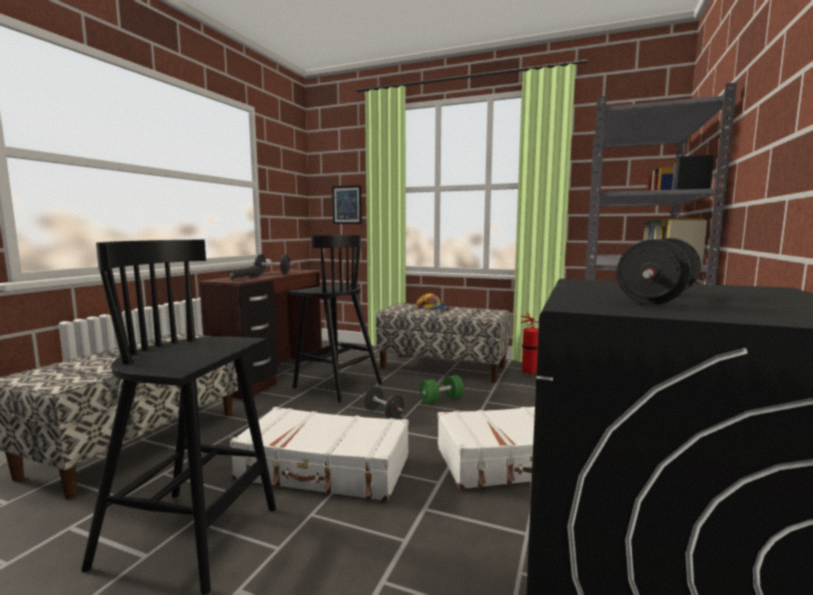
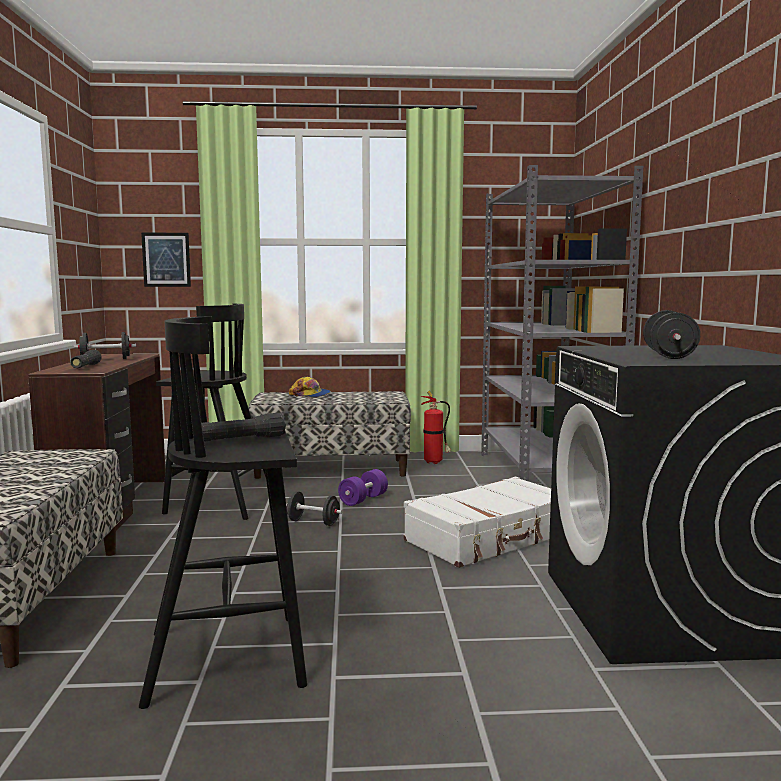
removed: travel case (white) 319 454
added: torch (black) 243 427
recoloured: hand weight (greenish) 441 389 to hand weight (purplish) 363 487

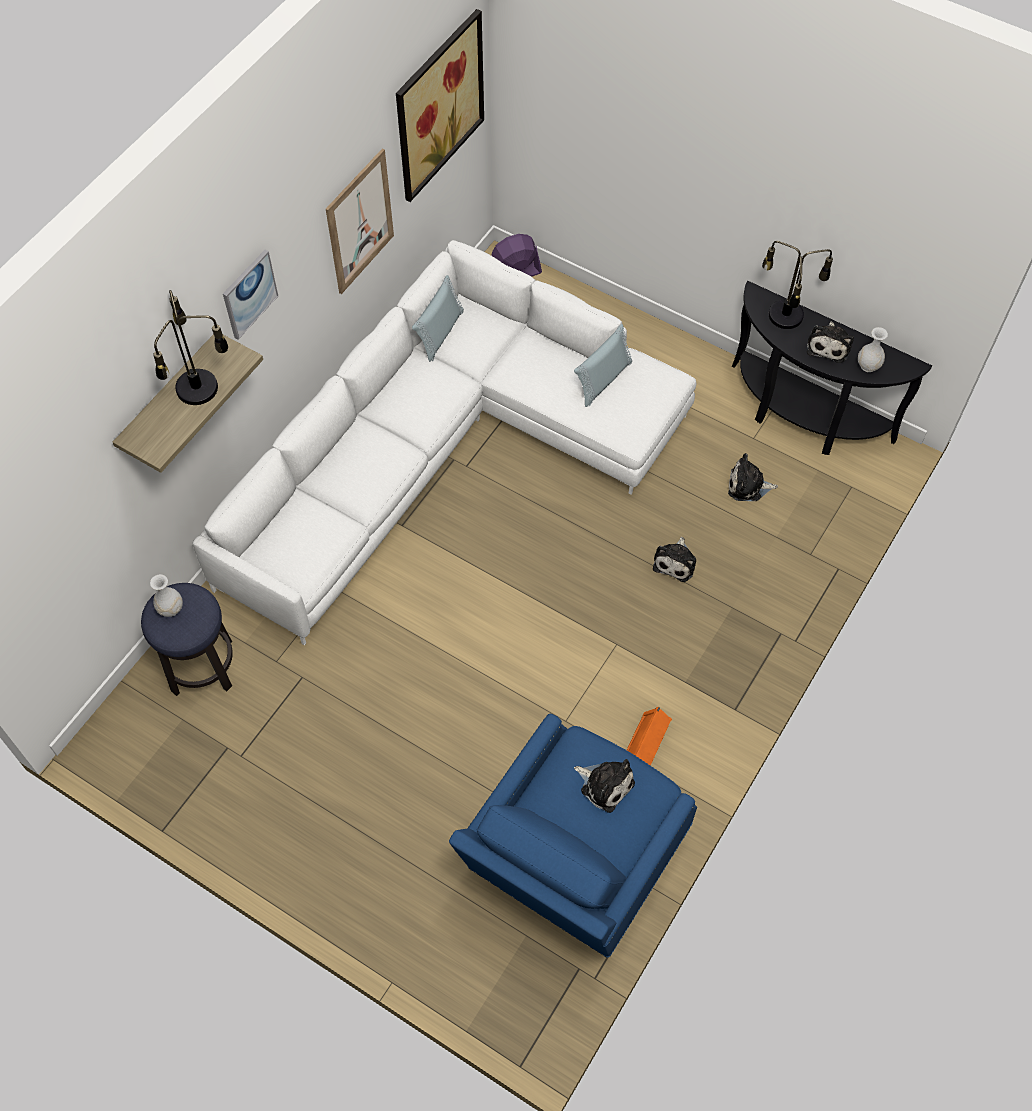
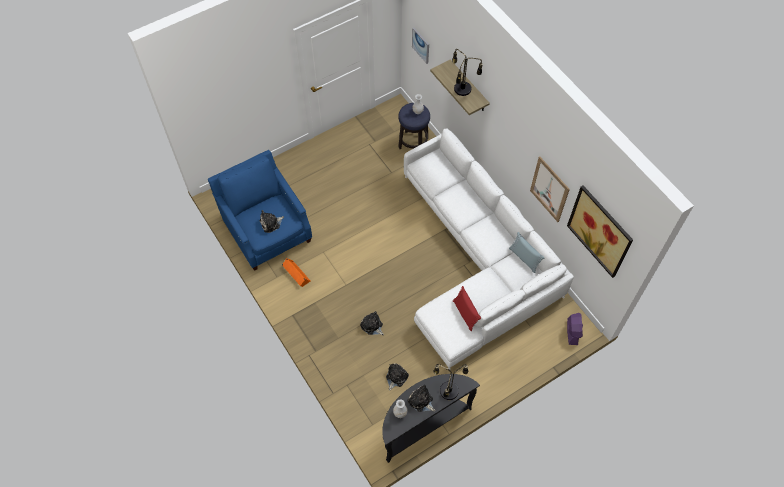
moved: wall picture 250 295 to 420 45
recoloured: cushion (blue) 603 365 to cushion (reddish) 467 308

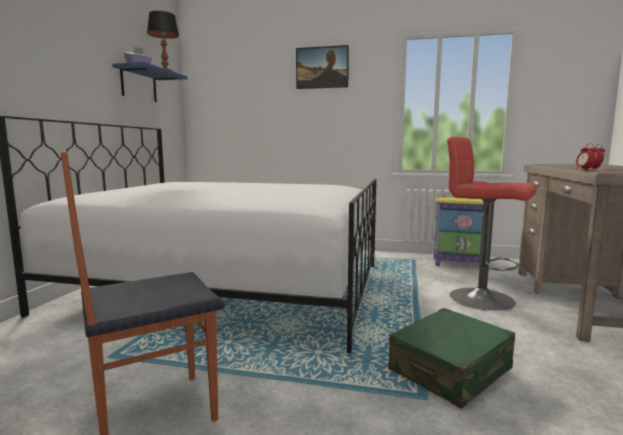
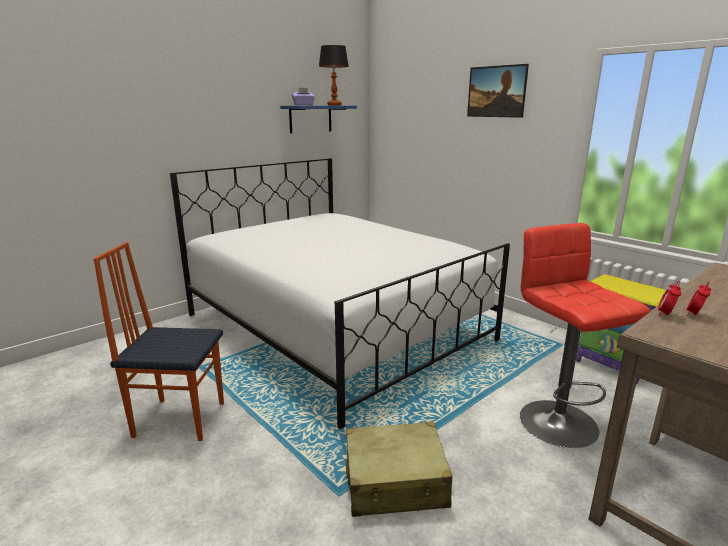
recoloured: travel case (greenish) 451 358 to travel case (sand-coloured) 399 469

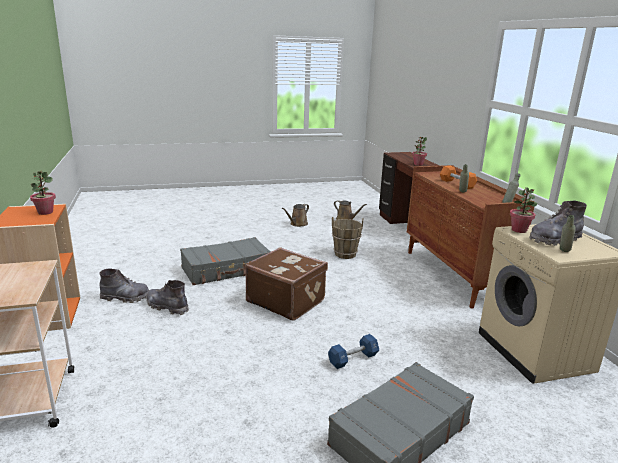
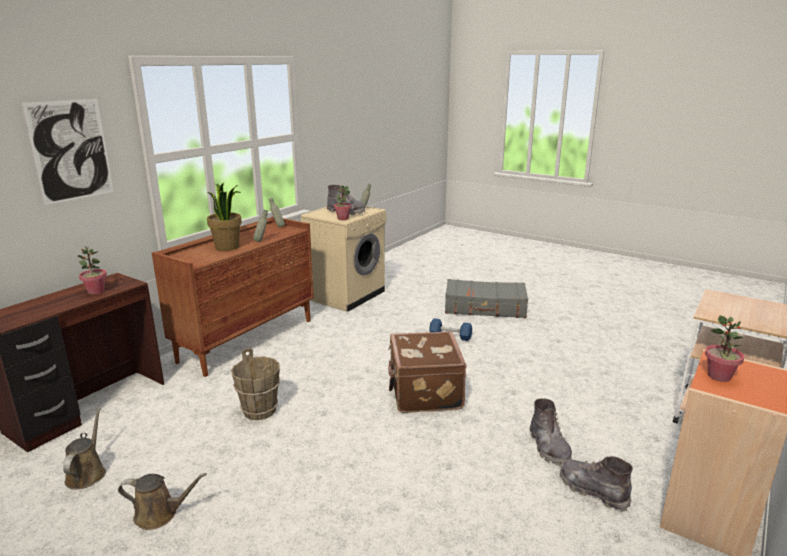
removed: travel case (gray) 225 261
added: wall picture 68 152
replaced: hand weight (orangey) 458 177 to potted plant 224 217

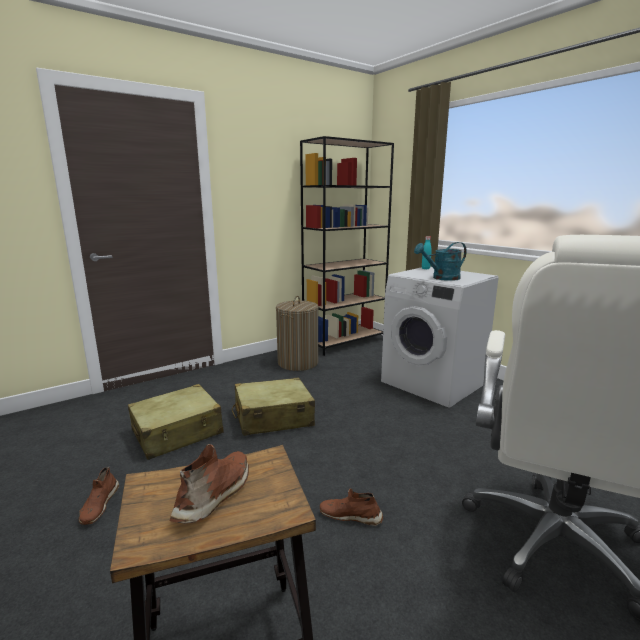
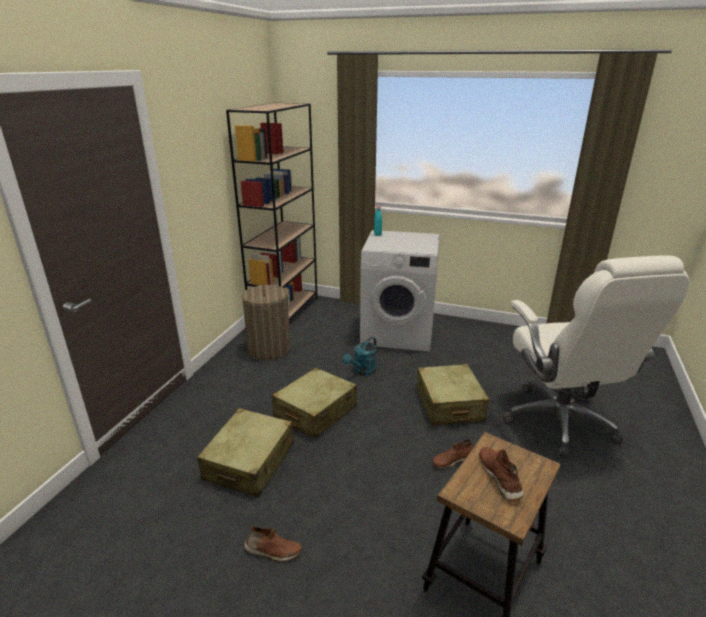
added: travel case (sand-coloured) 453 394
moved: sprinkling can (turquoise) 440 261 to 359 356
turned: item of footwear (brown-coloured) 99 496 = 273 544 45 degrees counterclockwise

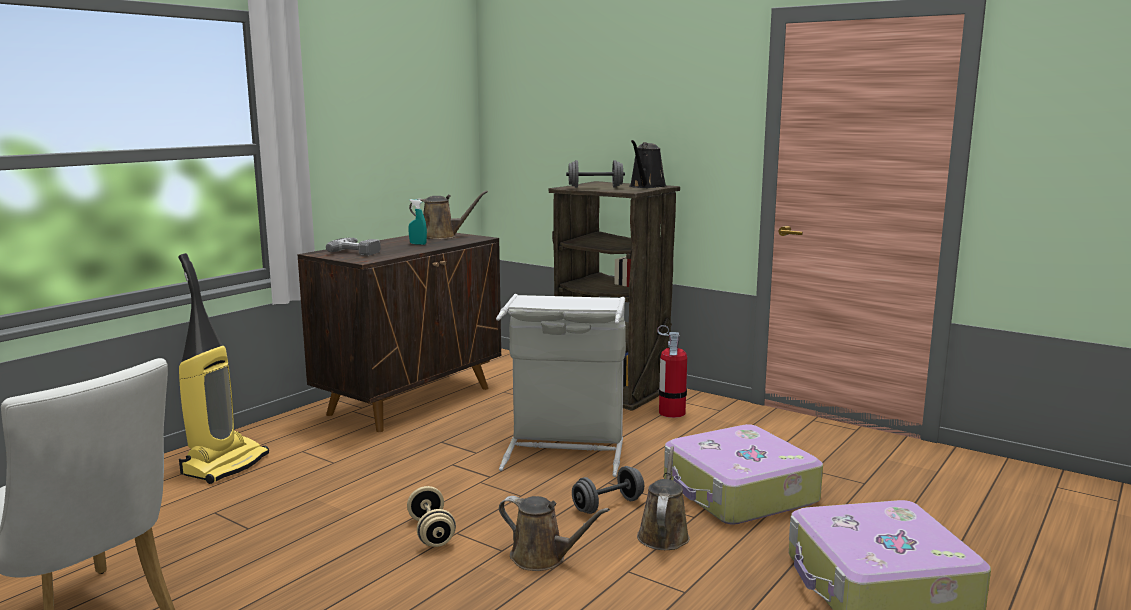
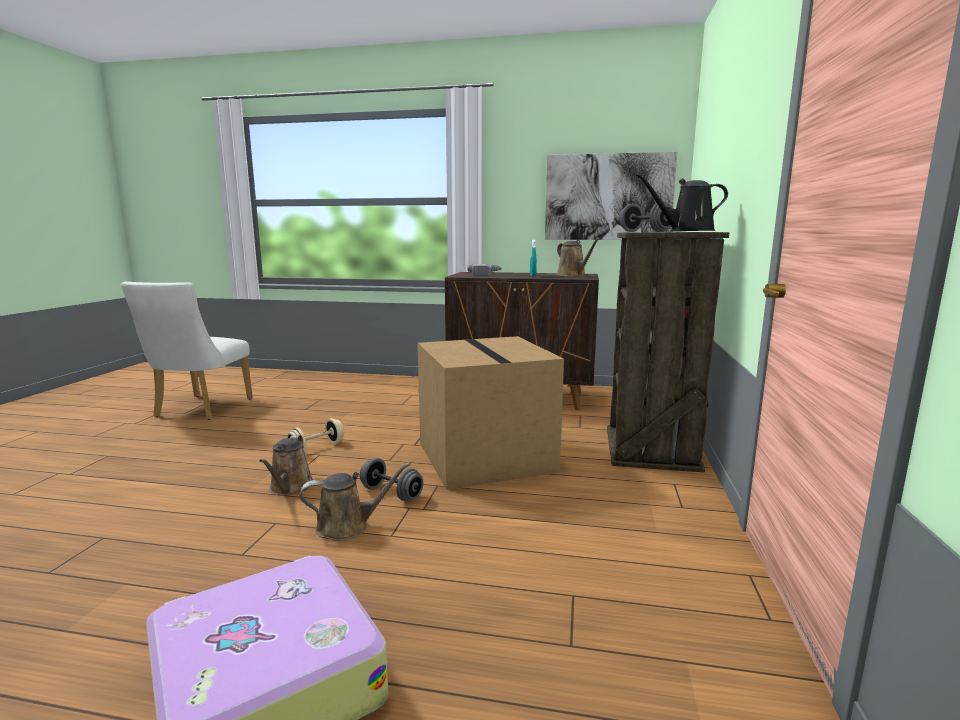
removed: hoover 223 368; fire-fighting cylinder 672 371; travel case 743 474
added: wall picture 611 196
replaced: washing basket (gray) 561 385 to carton 491 413

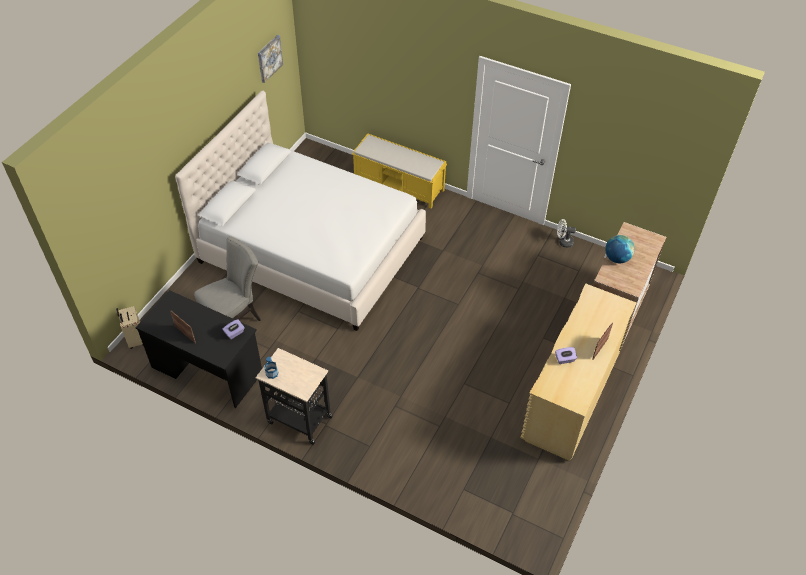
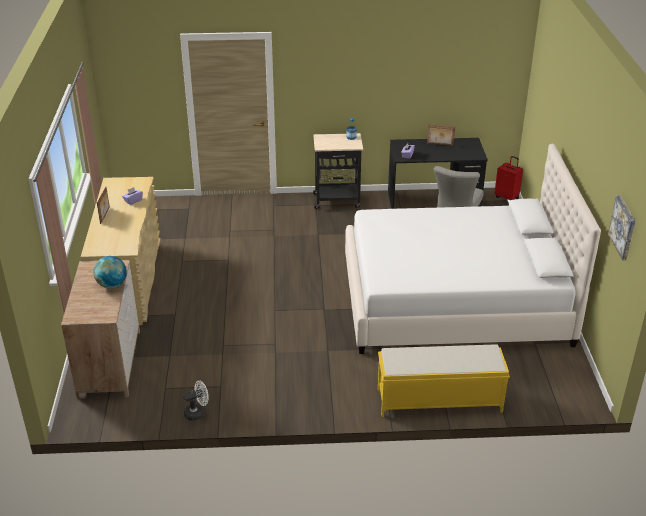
recoloured: travel case (sand-coloured) 129 327 to travel case (reddish) 509 178

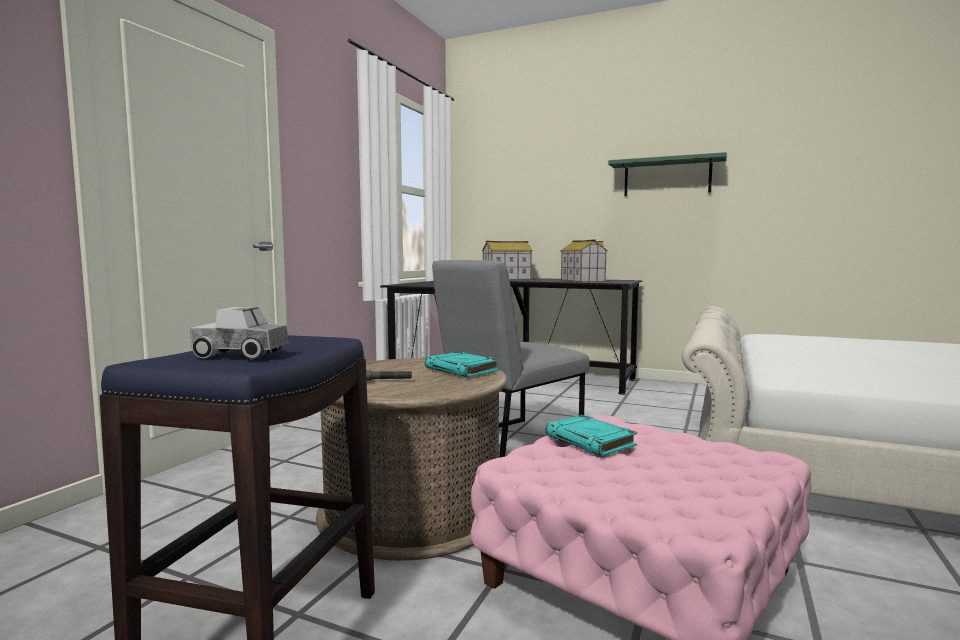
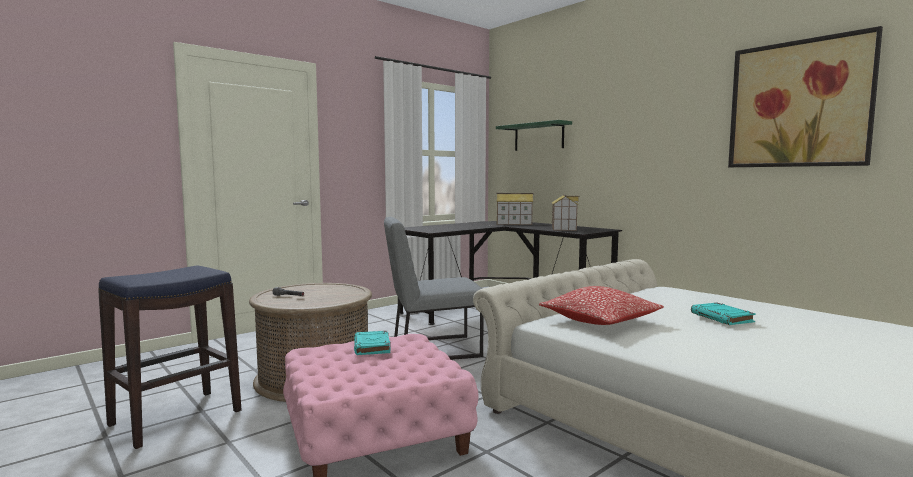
removed: toy truck 239 333
added: cushion 601 305; wall picture 805 96
moved: volume (turquoise) 462 364 to 723 314; shelf (greenish) 667 174 to 534 135

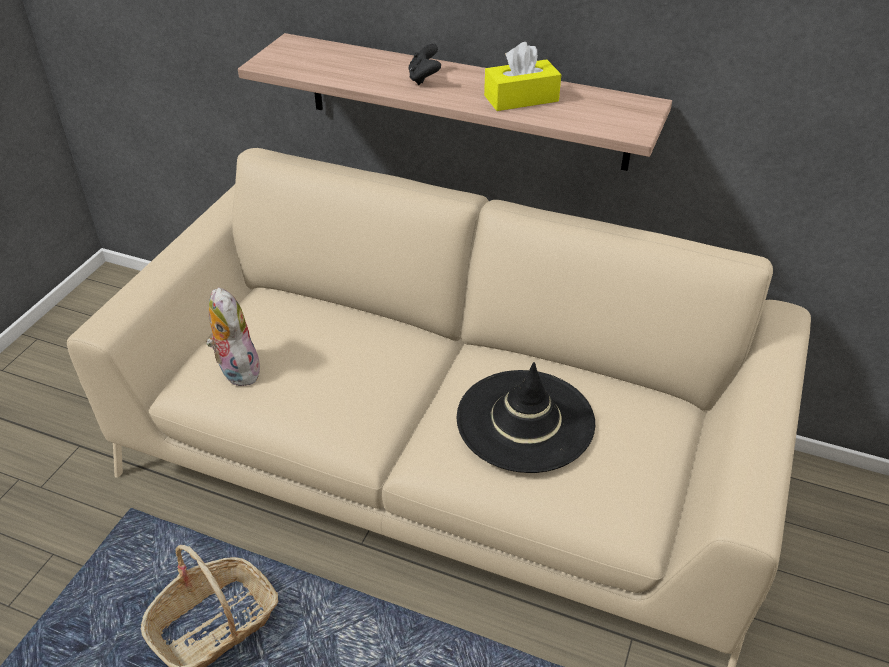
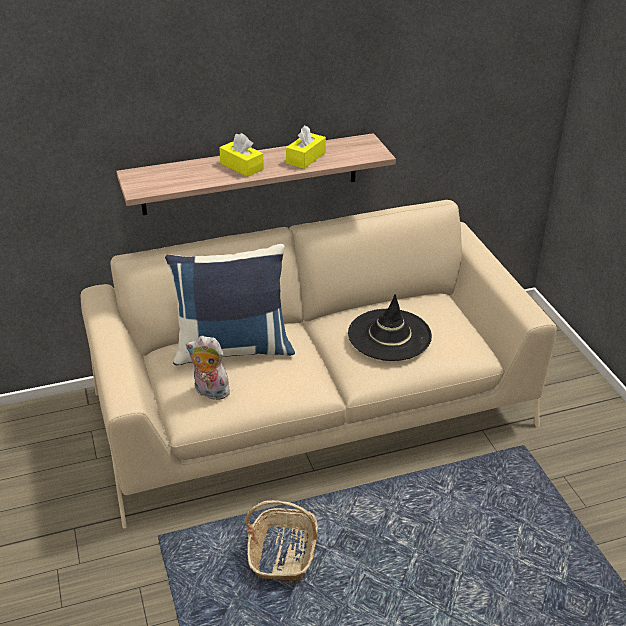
added: cushion (blue) 230 304
replaced: joypad (black) 424 64 to tissue box (yellow-coloured) 241 155

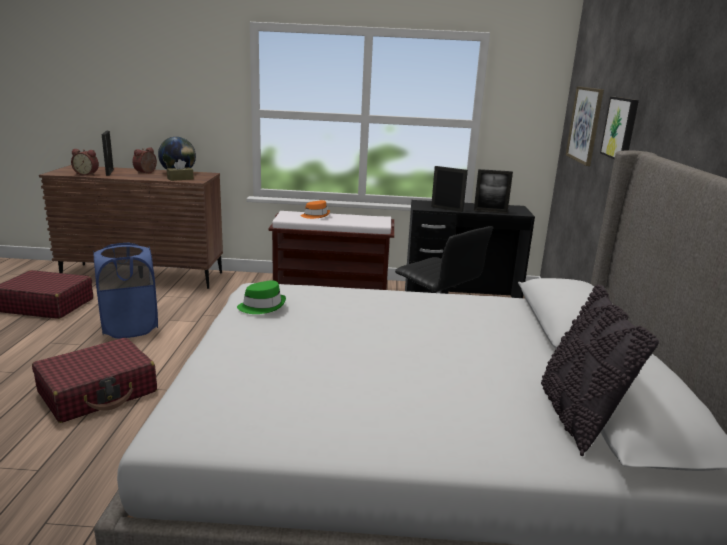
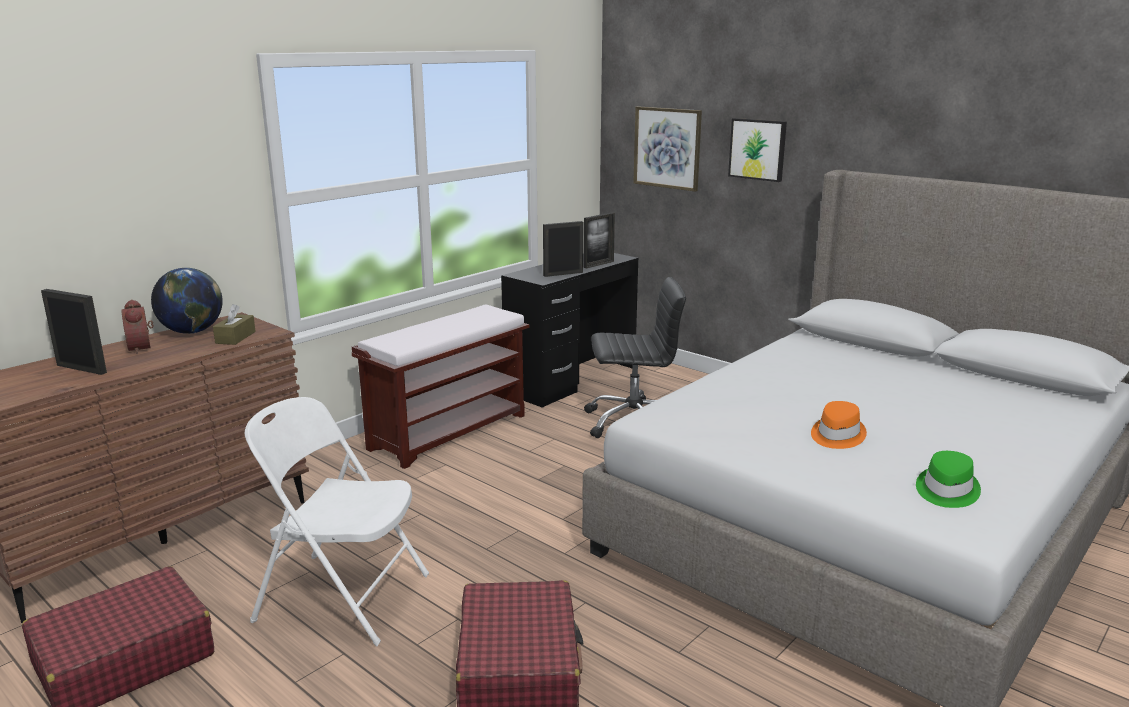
removed: table clock 85 162; cushion (black) 600 370
moved: clothing hat (greenish) 261 297 to 948 479; clothing hat (orangey) 315 209 to 839 425
replaced: washing basket (blue) 125 290 to chair (white) 337 521

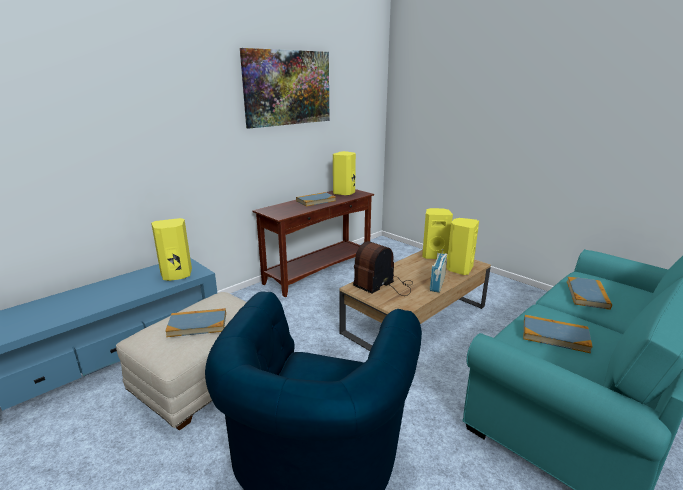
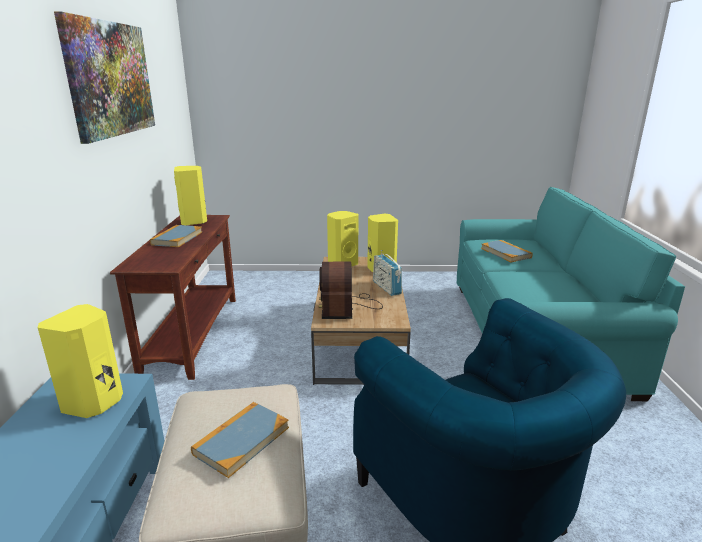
removed: volume 558 334

